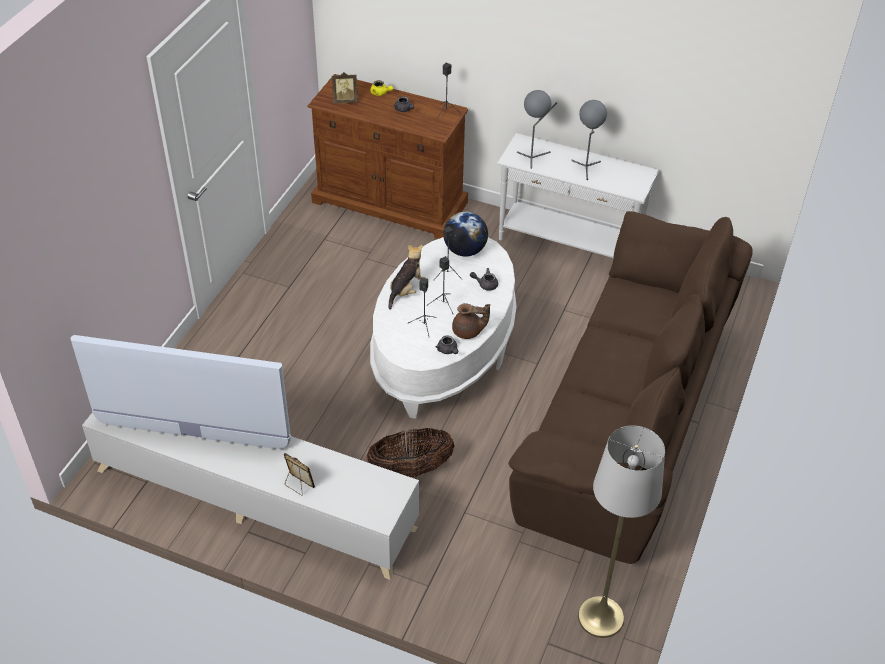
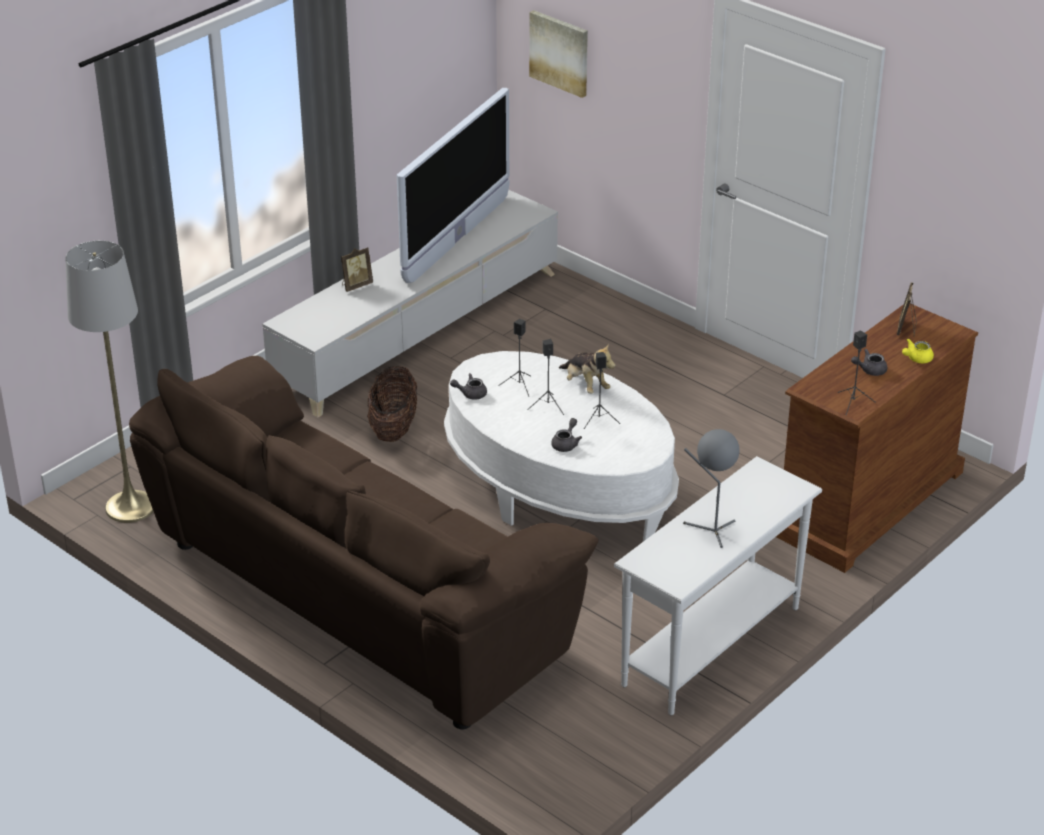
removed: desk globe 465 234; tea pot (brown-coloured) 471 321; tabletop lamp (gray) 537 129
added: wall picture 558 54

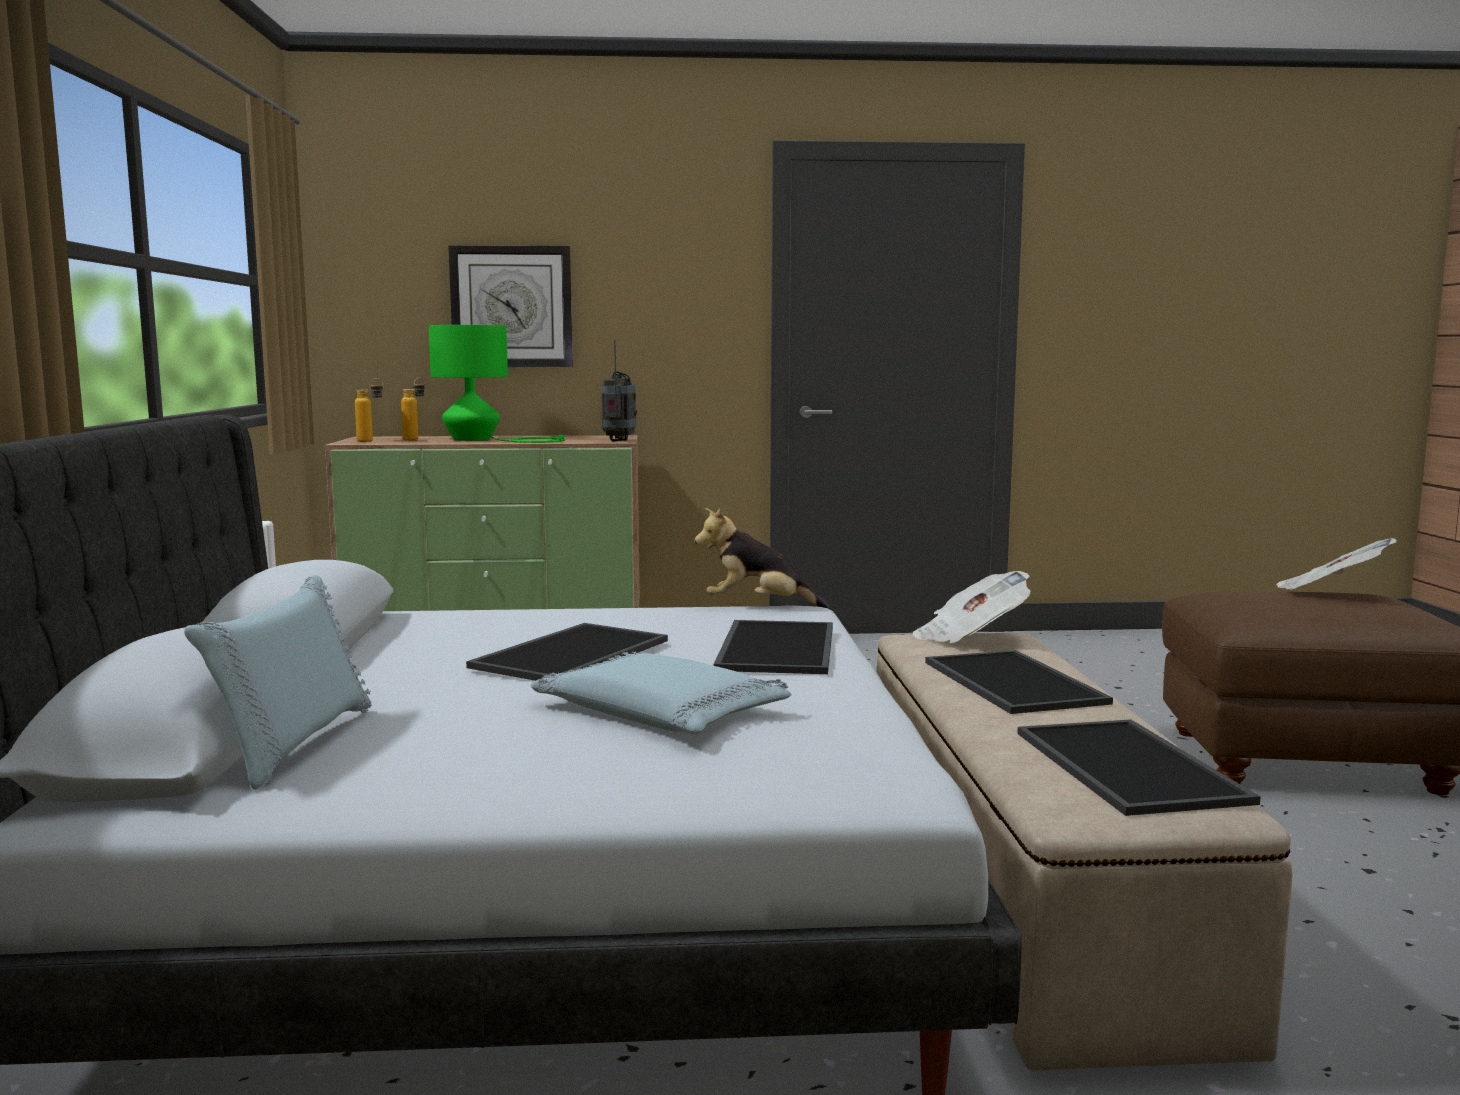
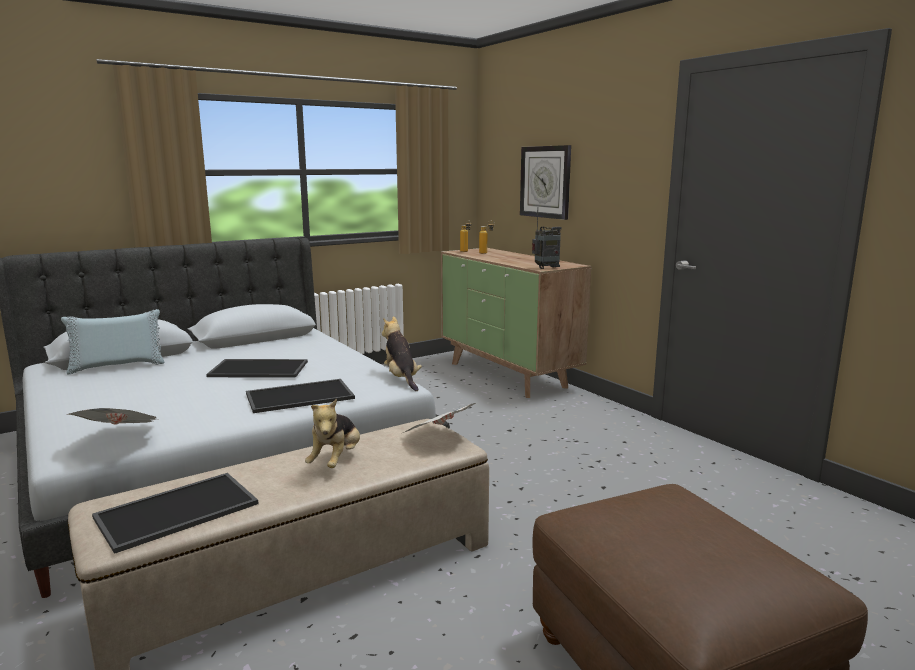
removed: tabletop lamp (greenish) 497 384; cushion (blue) 661 693
moved: daily paper 1336 564 to 113 416
replaced: carrying tray 1019 682 to cuddly toy 332 433

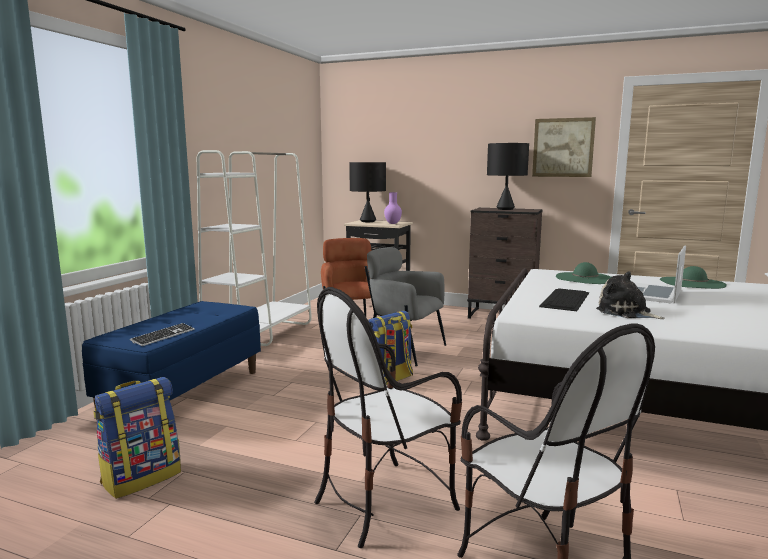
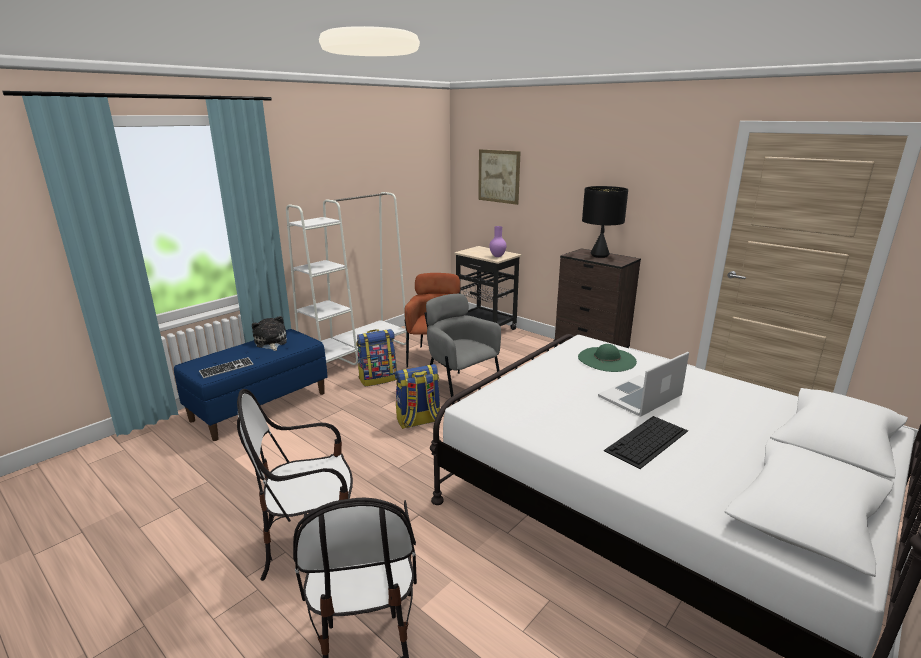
removed: tabletop lamp (black) 367 192; clothing hat (greenish) 693 277
moved: knapsack 137 438 to 377 357; wall picture 564 147 to 499 177; PC keyboard 564 299 to 646 442; cuddly toy 630 295 to 269 333

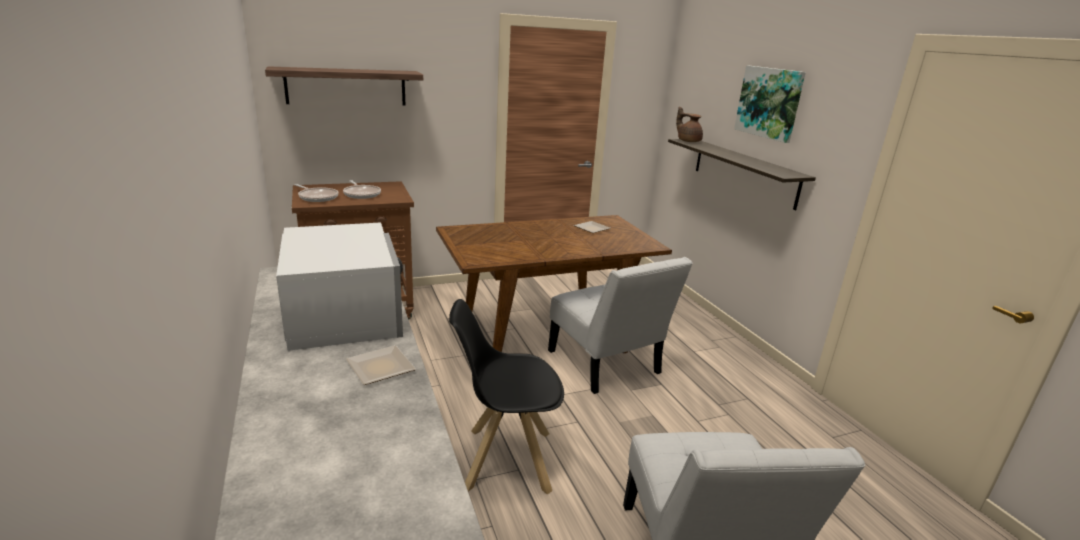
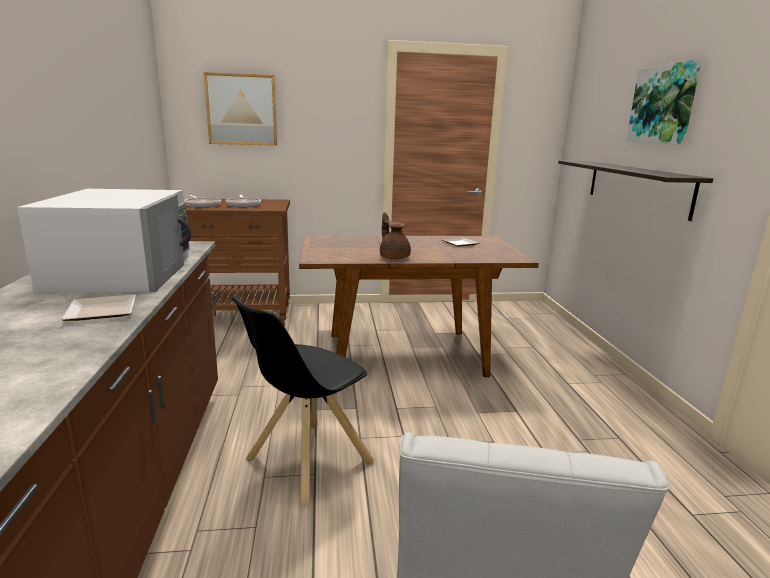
removed: chair (white) 620 325
moved: tea pot (brown-coloured) 689 124 to 395 236
replaced: shelf 344 85 to wall picture 240 109
turned: chair (black) 506 396 = 303 400 60 degrees counterclockwise

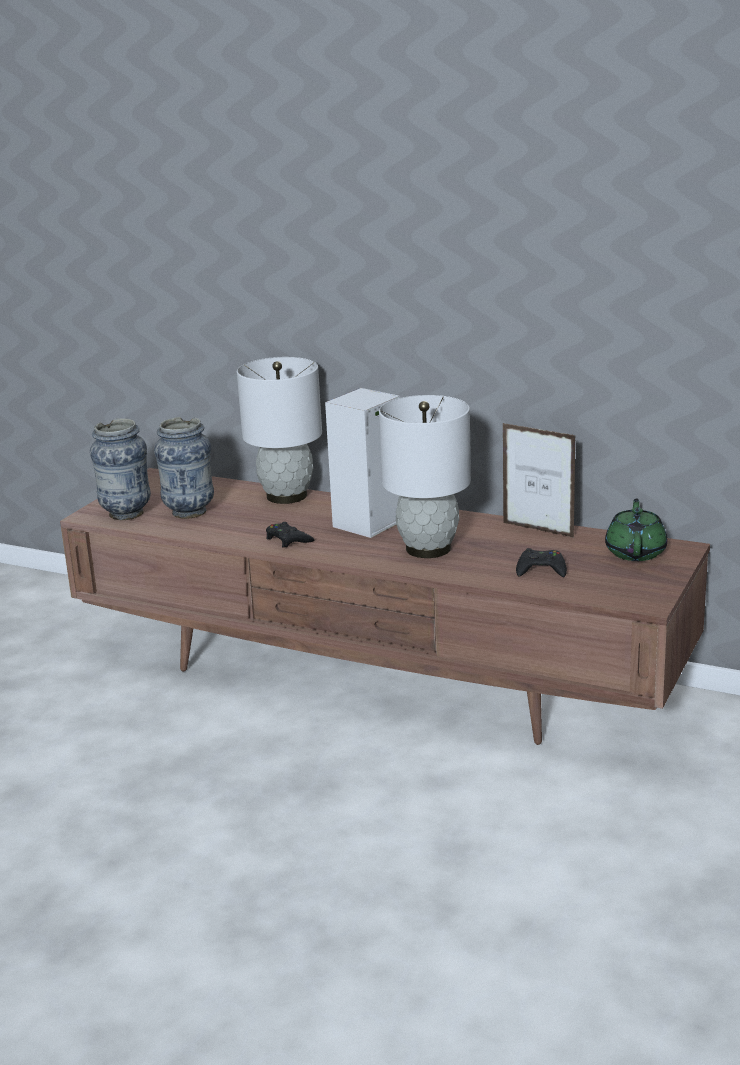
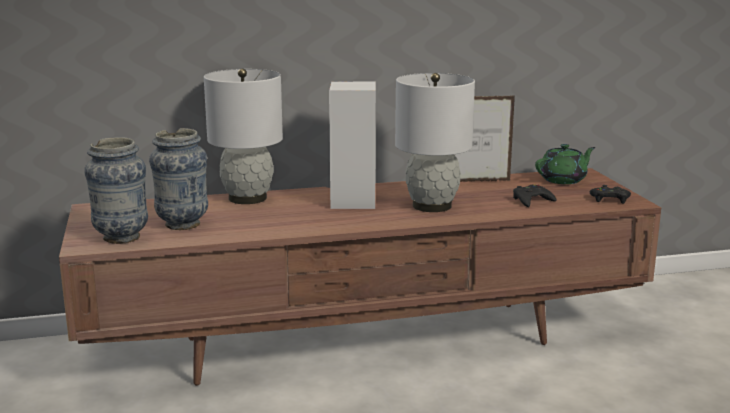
moved: joypad (black) 290 535 to 610 194
turned: tea pot (greenish) 636 529 = 565 164 90 degrees clockwise

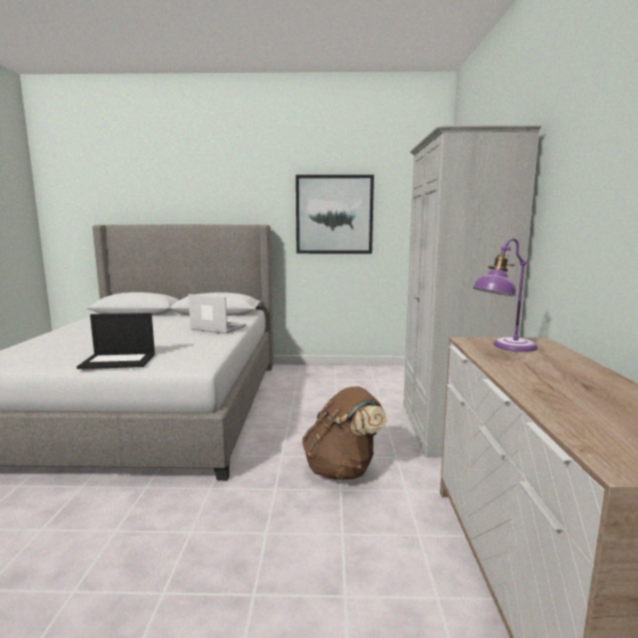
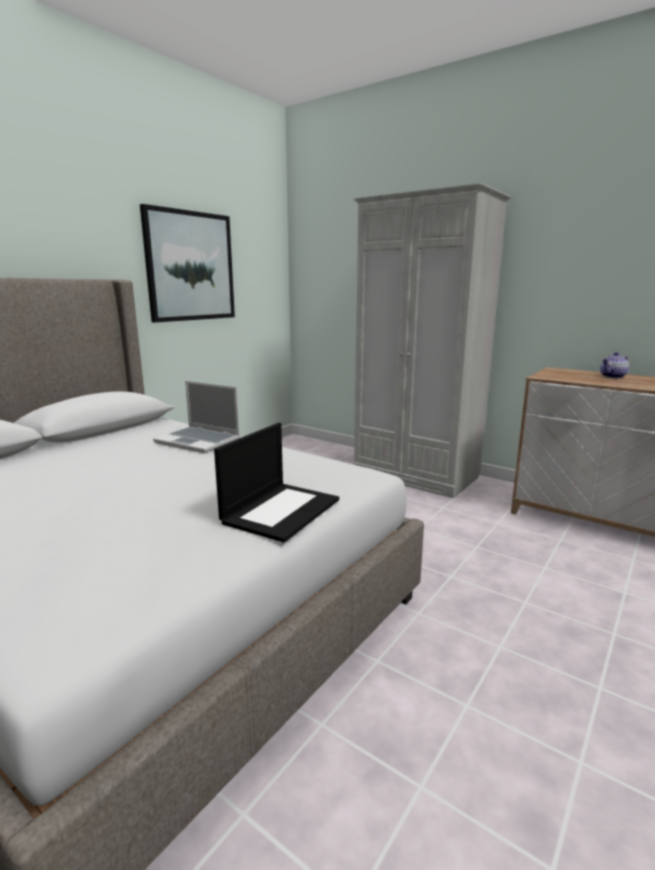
removed: knapsack (brown-coloured) 344 433; tabletop lamp (purplish) 505 295
added: tea pot 614 365
turned: laptop 217 314 = 196 417 120 degrees counterclockwise

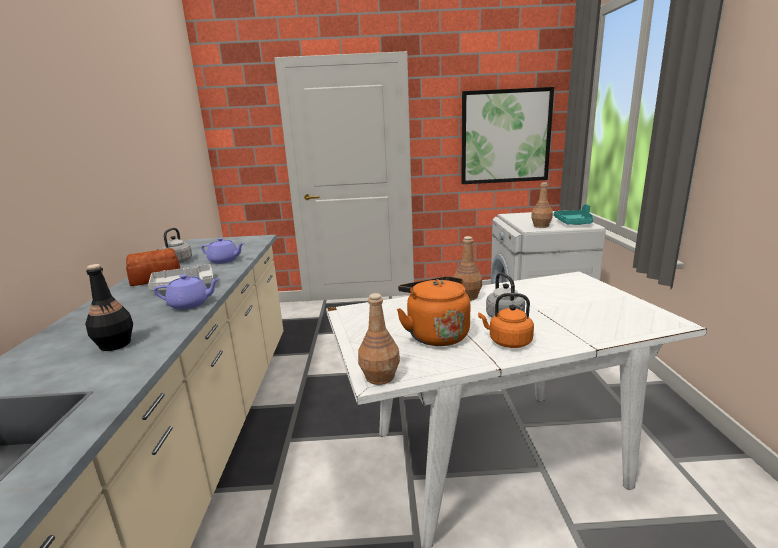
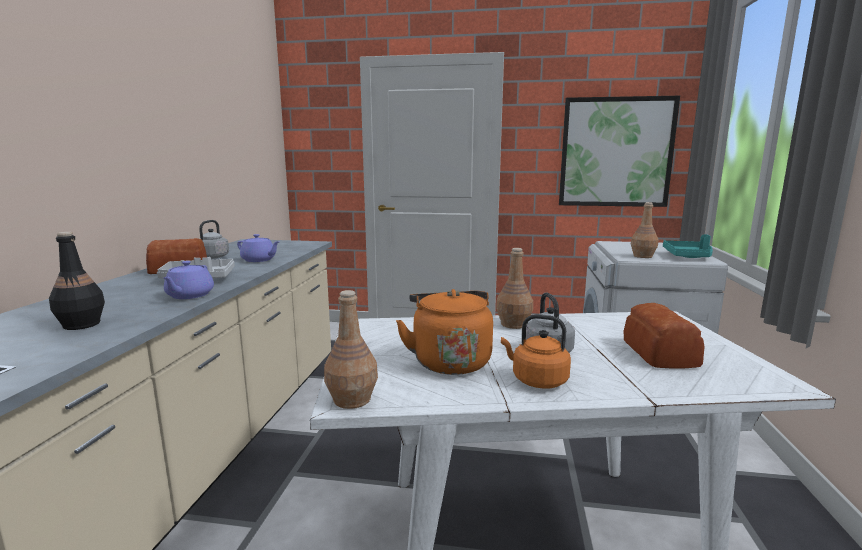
added: bread 664 336
turned: tea pot (purplish) 187 292 = 189 280 90 degrees clockwise

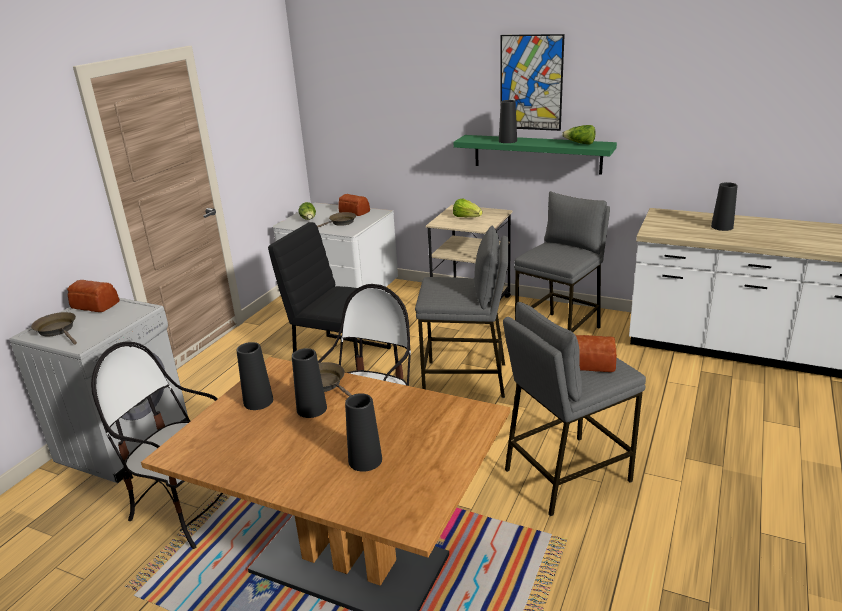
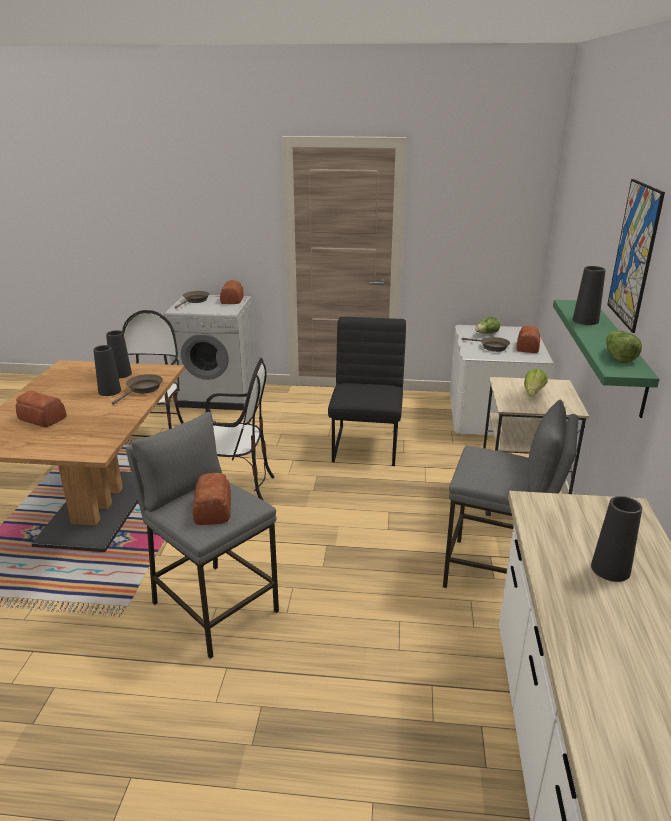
removed: stool (gray) 461 312
replaced: decorative vase (black) 363 432 to bread 41 409

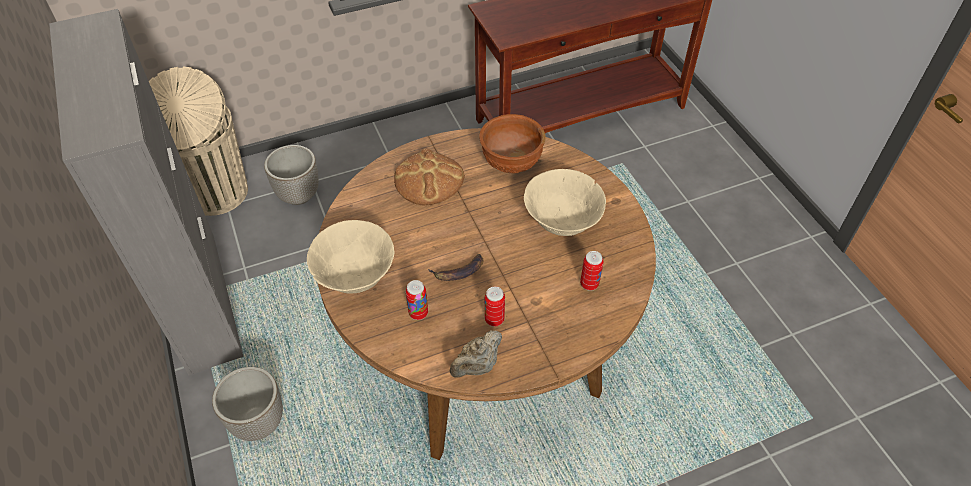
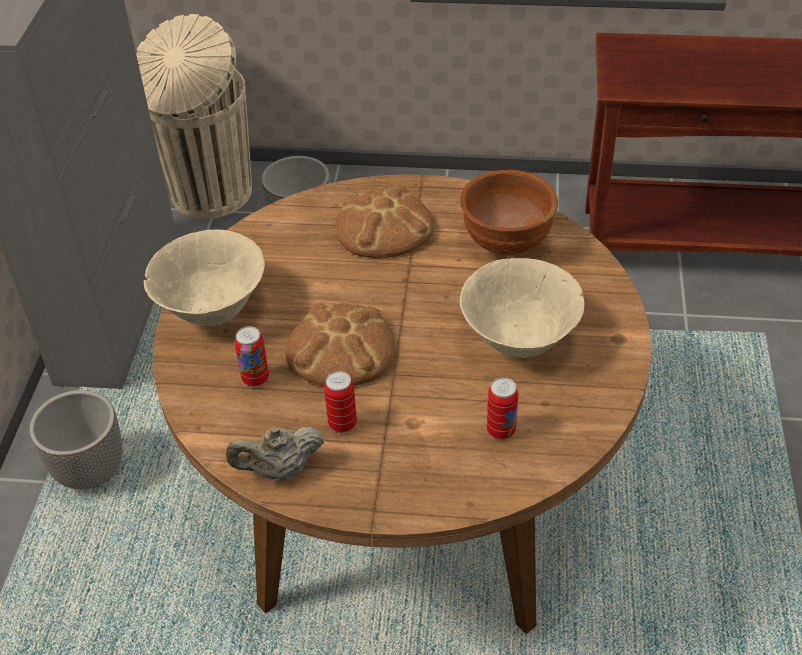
replaced: whole banana 456 267 to bread 340 344

